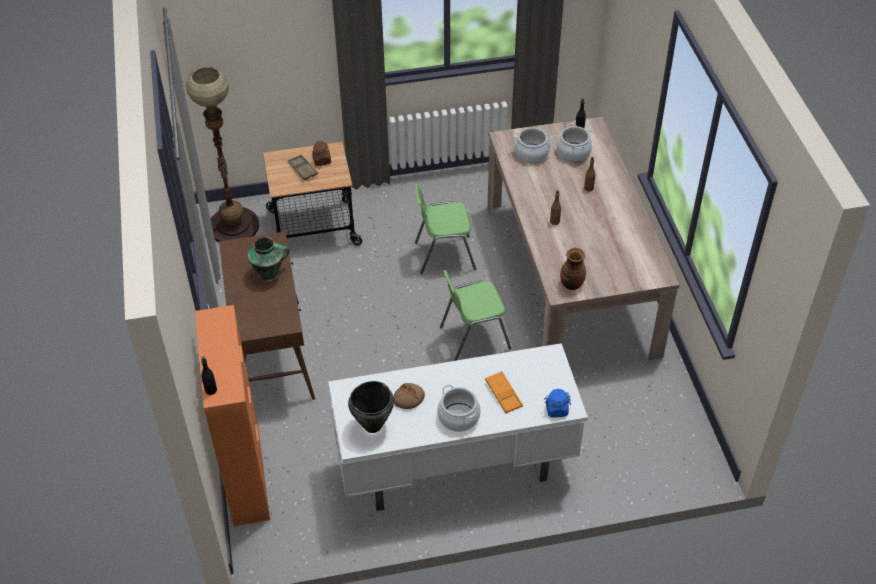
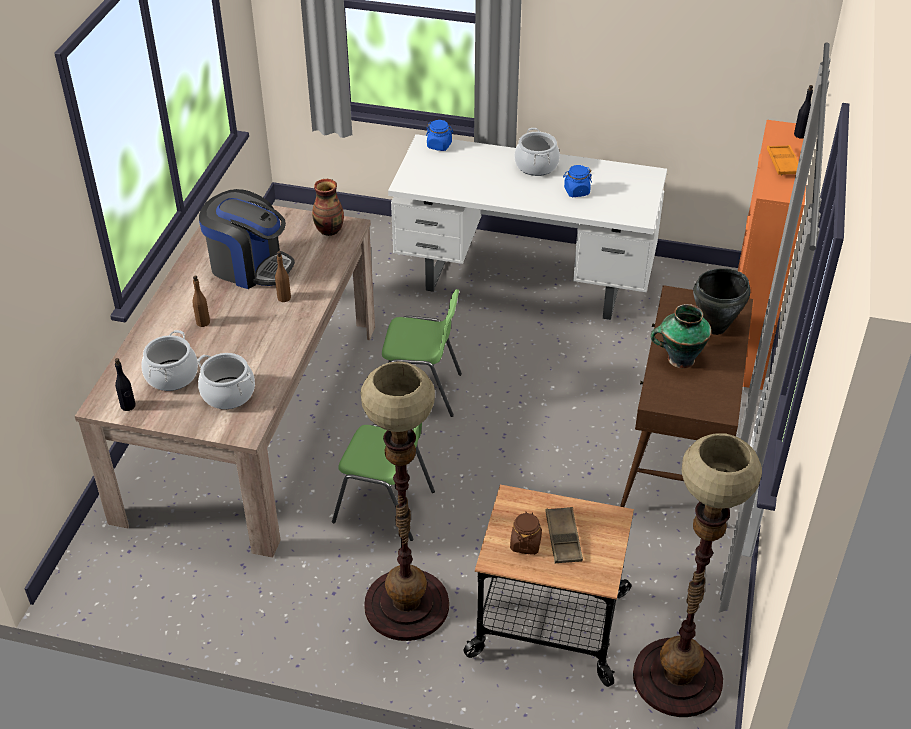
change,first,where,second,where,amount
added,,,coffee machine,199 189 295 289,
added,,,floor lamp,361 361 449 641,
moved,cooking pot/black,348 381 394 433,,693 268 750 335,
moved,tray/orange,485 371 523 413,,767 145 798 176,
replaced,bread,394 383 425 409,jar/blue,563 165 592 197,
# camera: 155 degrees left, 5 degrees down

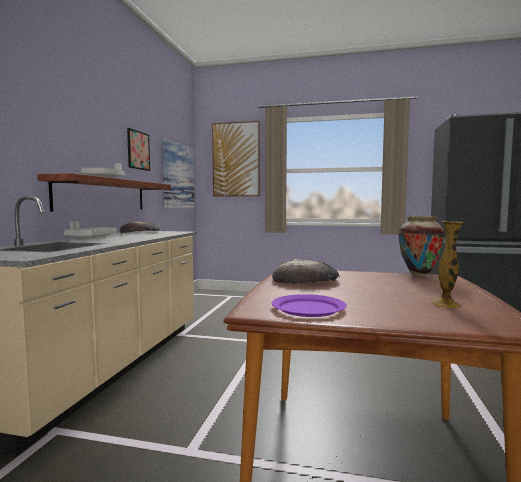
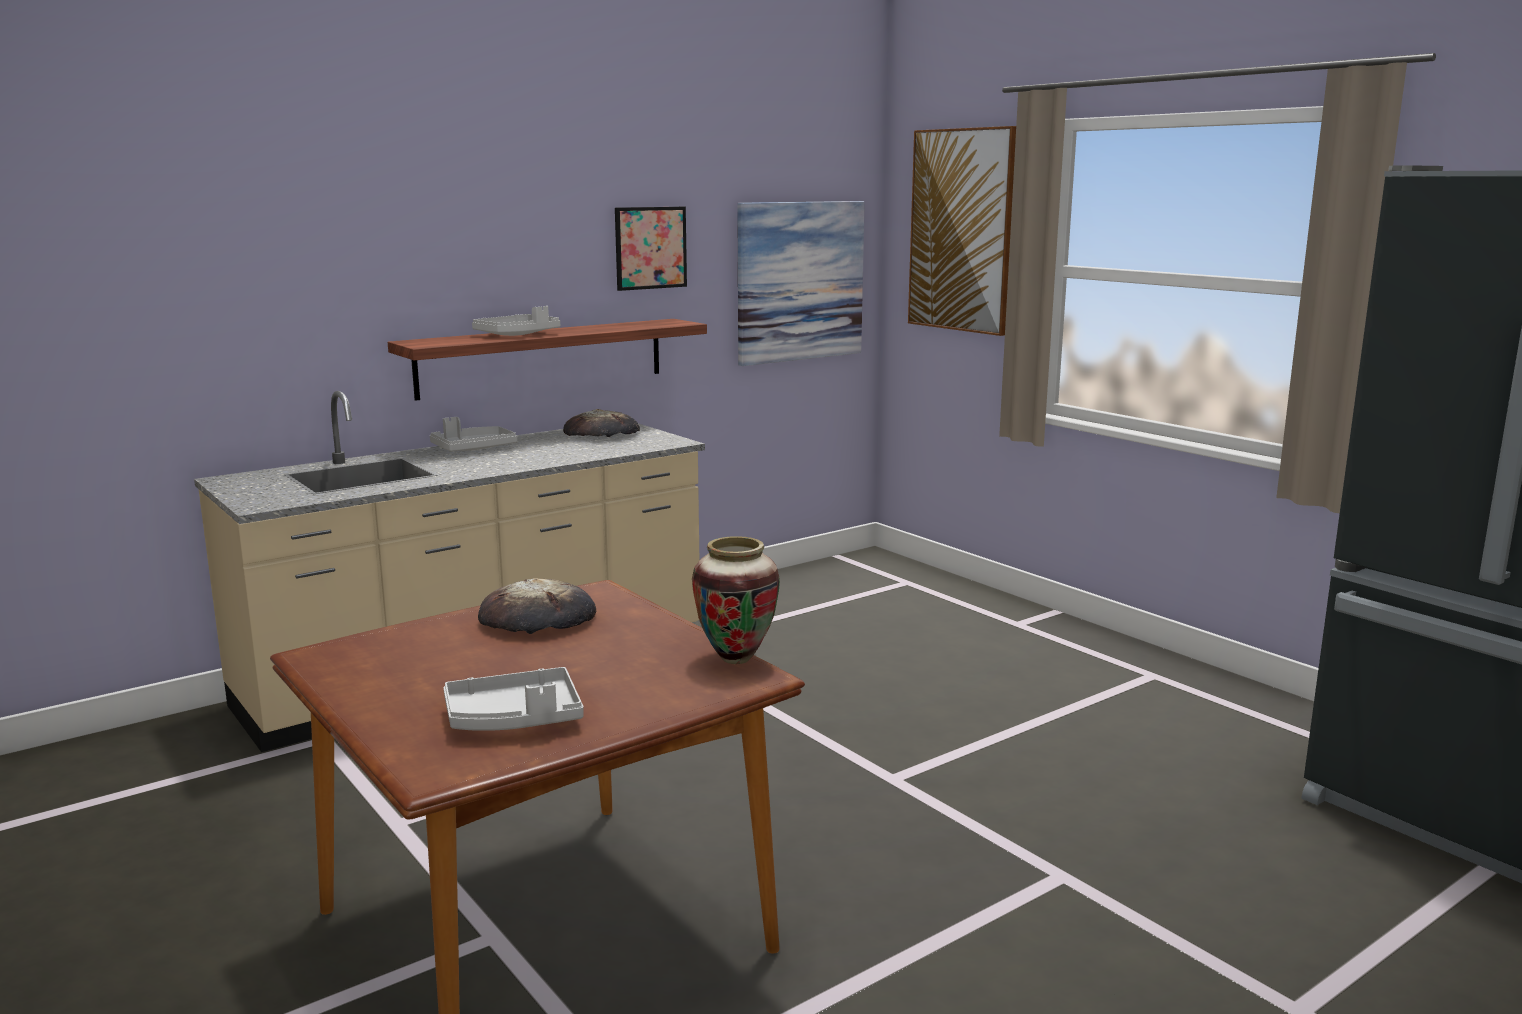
change,first,where,second,where,amount
removed,plate/purple,272 294 346 317,,,
replaced,vase,430 221 464 309,tray/grey,443 667 584 731,
# camera: 40 degrees right, 10 degrees up

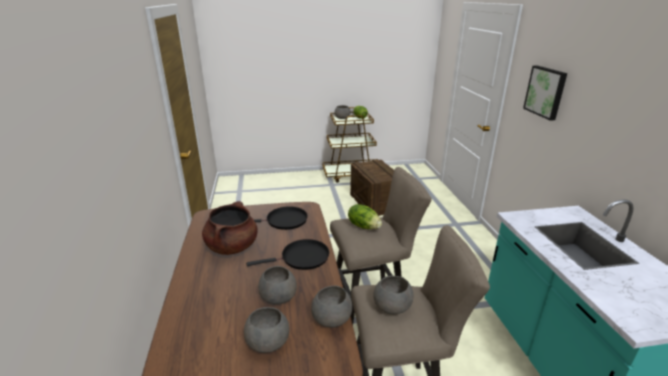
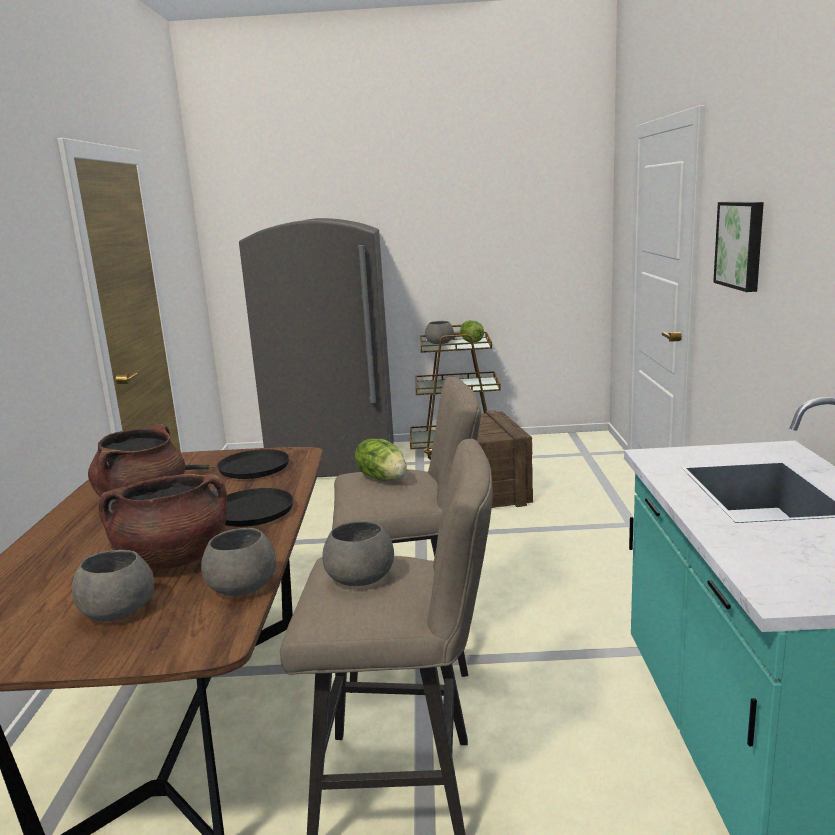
change,first,where,second,where,amount
added,,,fridge/grey,239 218 394 477,
replaced,bowl/grey,258 266 297 305,cooking pot/brown,99 474 227 569,
# camera: 10 degrees right, 10 degrees down

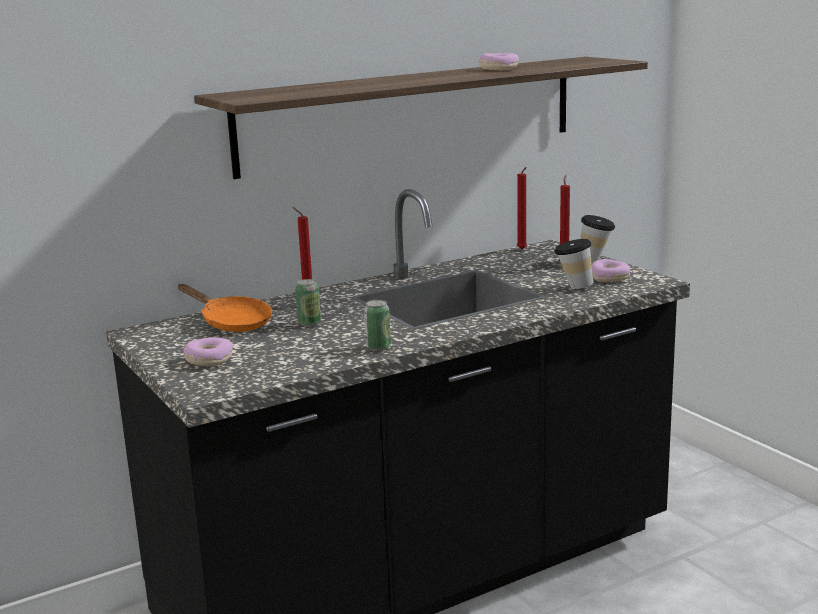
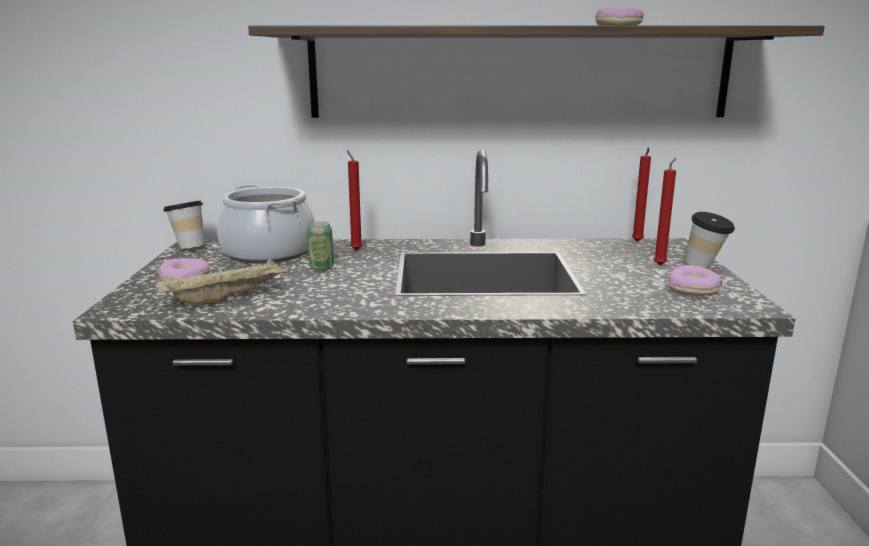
change,first,where,second,where,amount
removed,can,364 300 391 351,,,
added,,,tray/beige,154 259 290 304,
moved,cup,554 239 593 289,,163 200 205 249,
replaced,frying pan/orange,178 284 272 332,cooking pot,217 184 315 263,
# camera: 30 degrees right, 0 degrees up

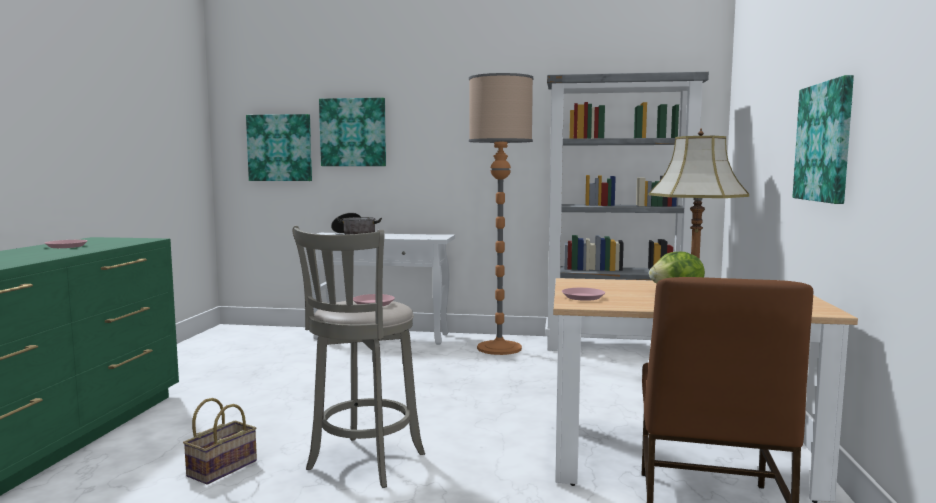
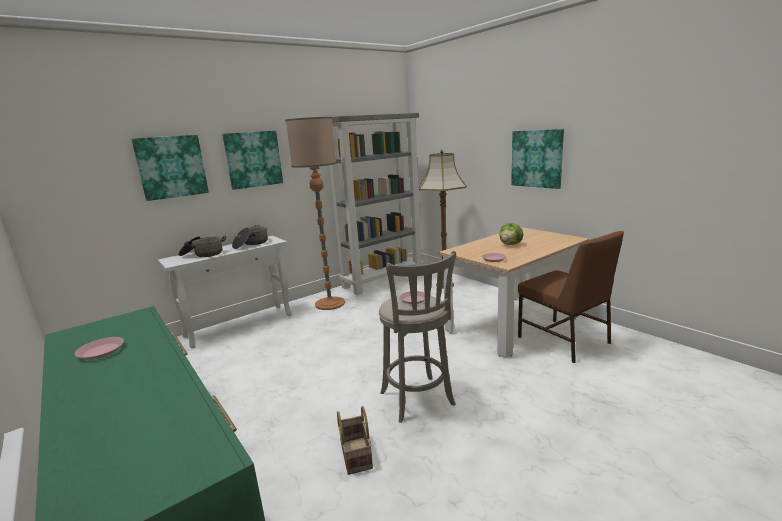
change,first,where,second,where,amount
added,,,cooking pot,232 225 268 249,
moved,picture,246 114 312 181,,222 131 283 190,
# camera: 45 degrees left, 10 degrees up

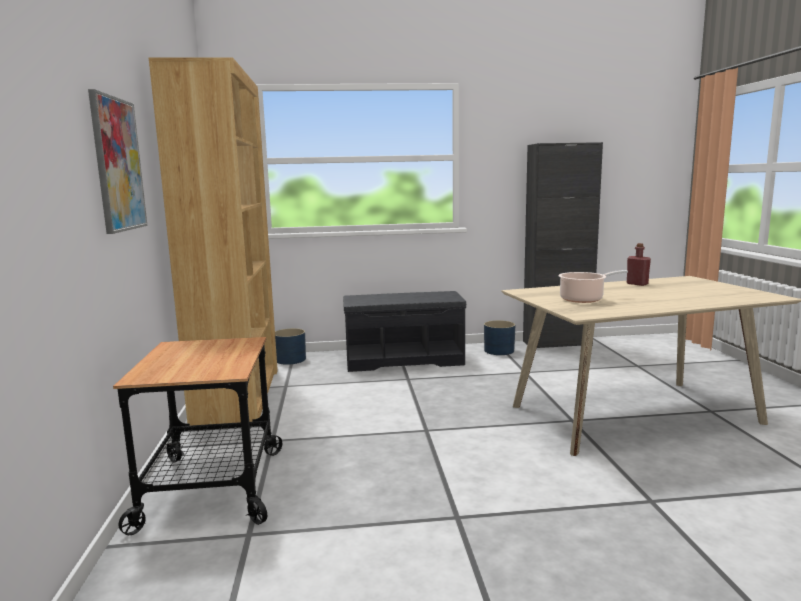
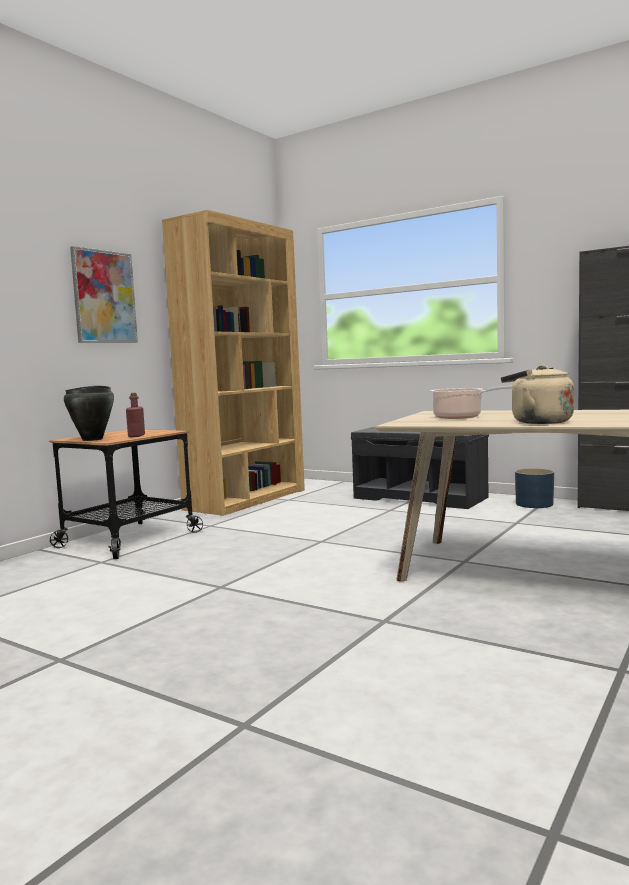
change,first,where,second,where,amount
removed,planter/blue,275 328 306 365,,,
added,,,cooking pot/black,64 386 114 441,
added,,,kettle/beige,501 365 574 424,
moved,bottle/red,627 243 651 286,,126 393 145 437,
# camera: 40 degrees right, 5 degrees down

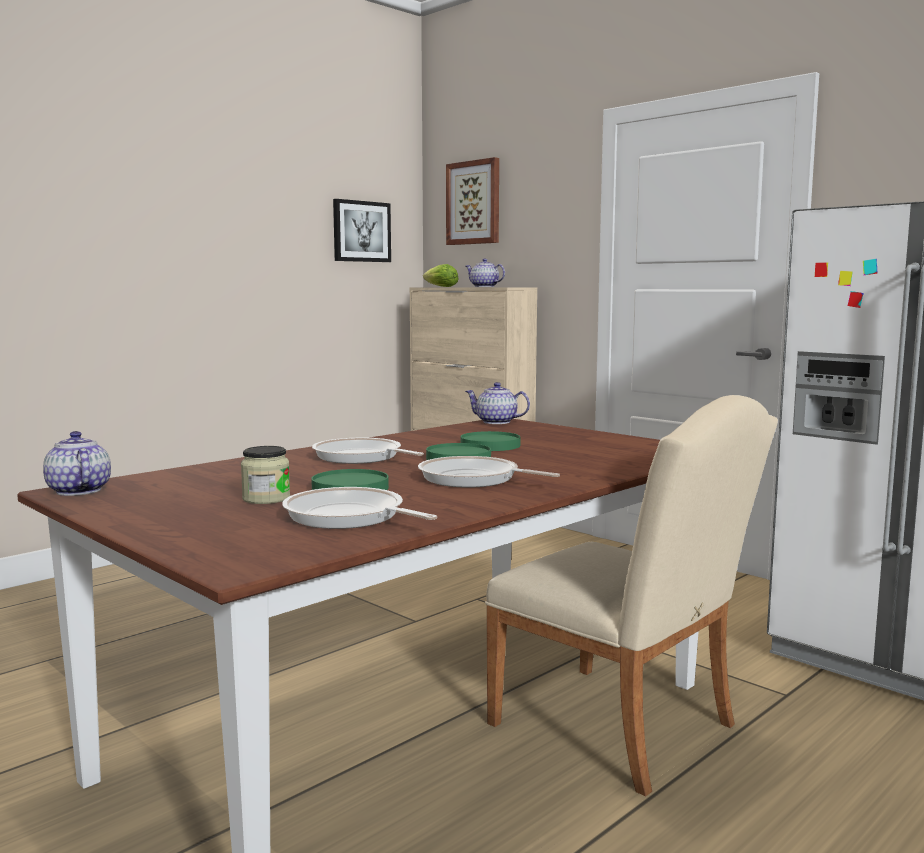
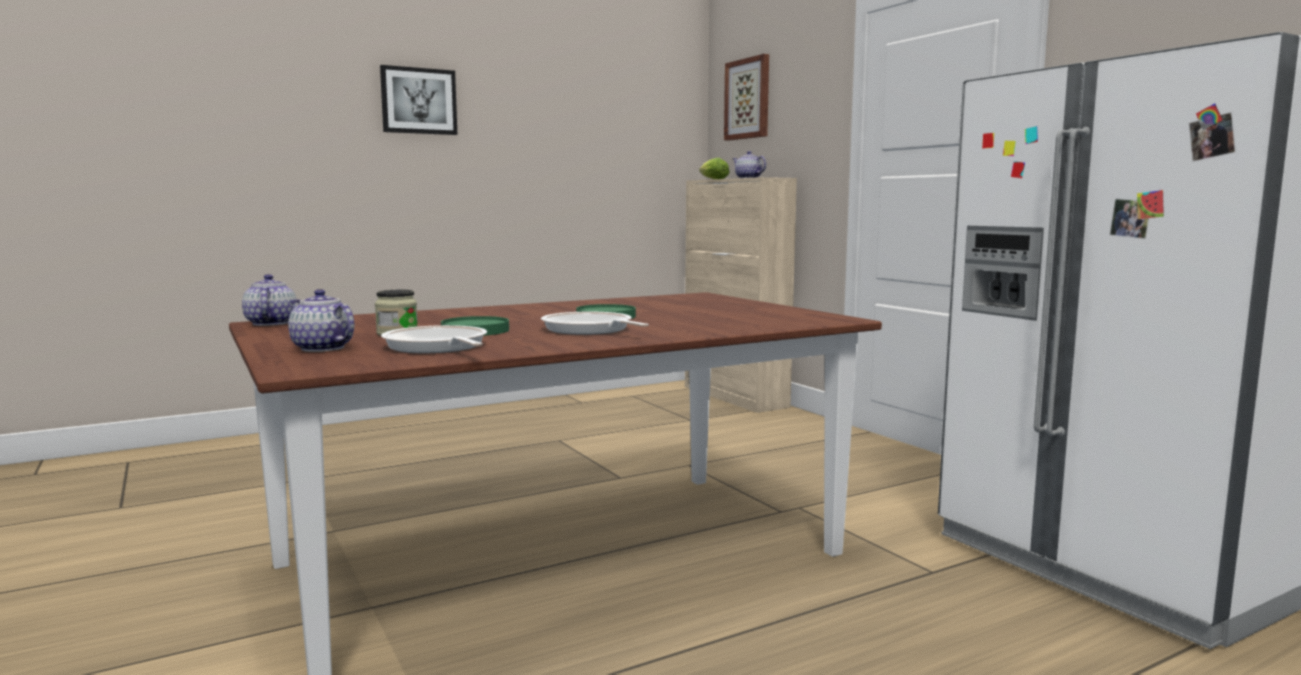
change,first,where,second,where,amount
removed,frying pan,312 438 424 464,,,
removed,plate/green,461 431 520 451,,,
removed,chair/beige,485 395 778 796,,,
moved,picture,333 199 391 262,,380 65 457 135,
moved,teapot,465 382 530 424,,288 289 355 352,
# camera: 15 degrees right, 0 degrees up

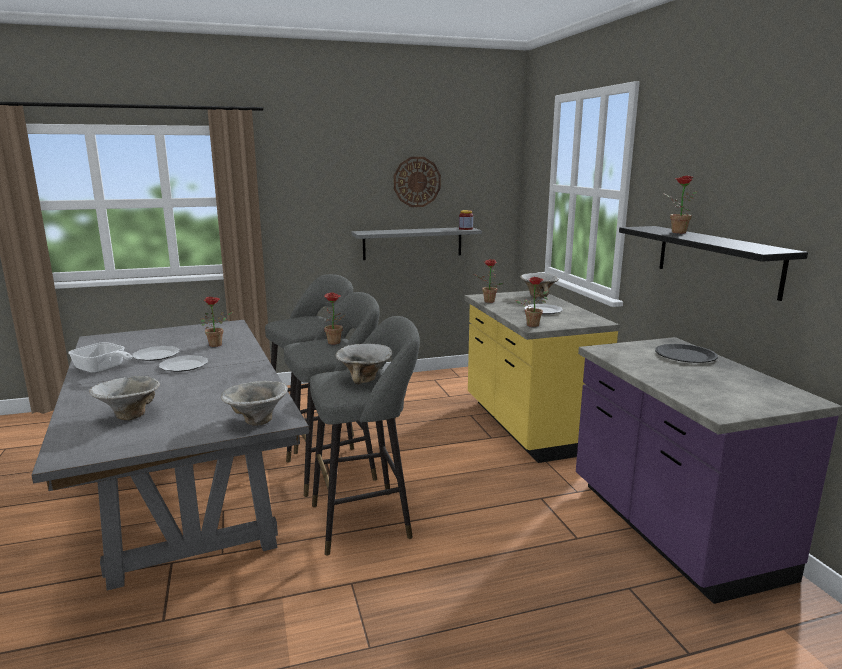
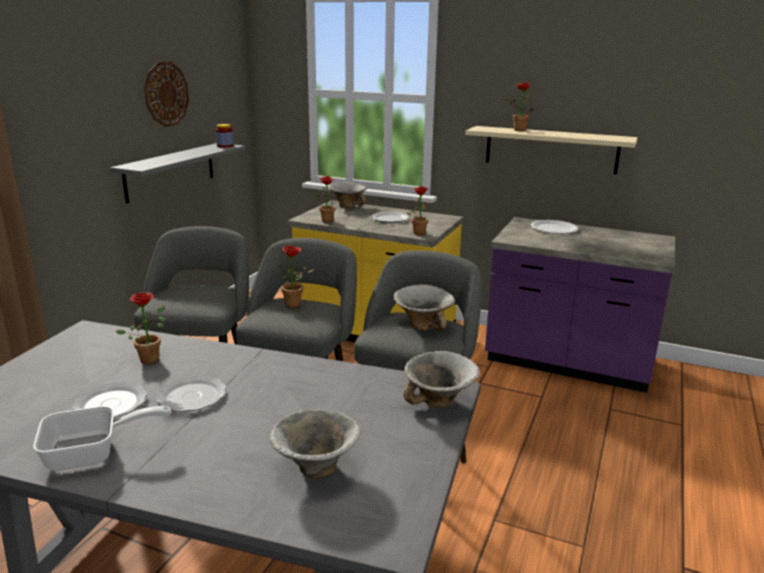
change,first,where,second,where,amount
recoloured,shelf/black,619 226 808 301,shelf/beige,465 126 638 174,
recoloured,plate/black,655 344 718 363,plate/white,531 220 578 233,
# camera: 50 degrees left, 5 degrees up

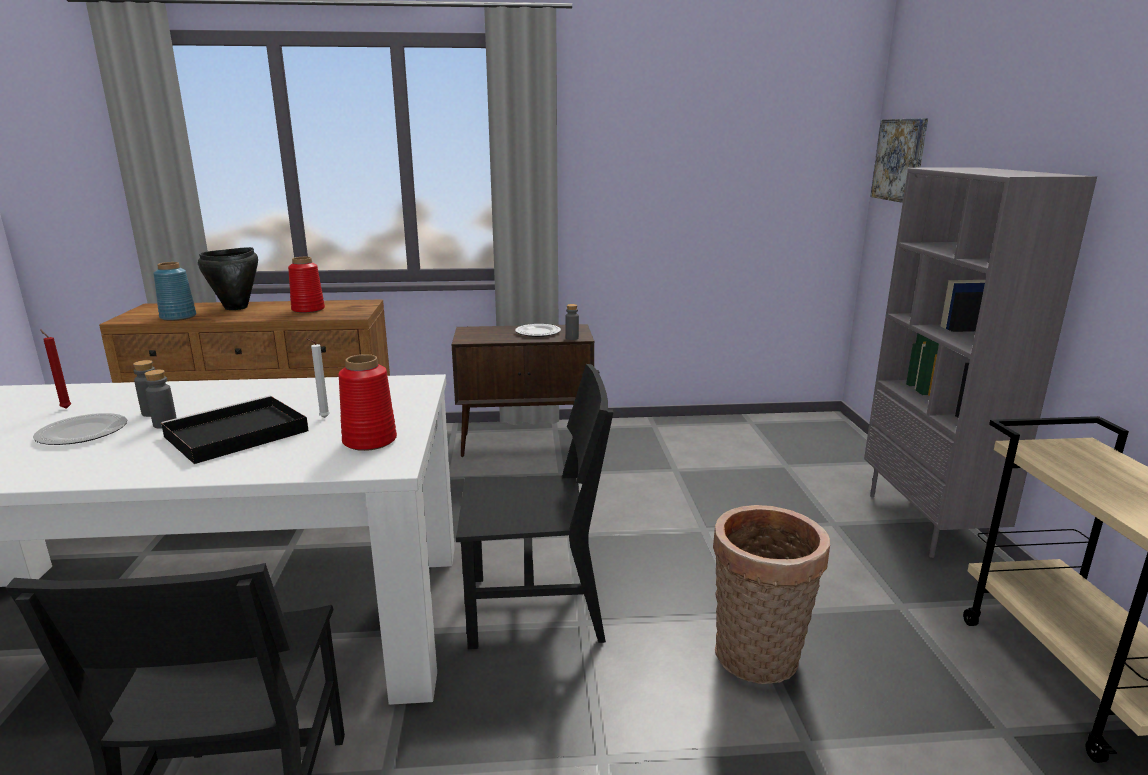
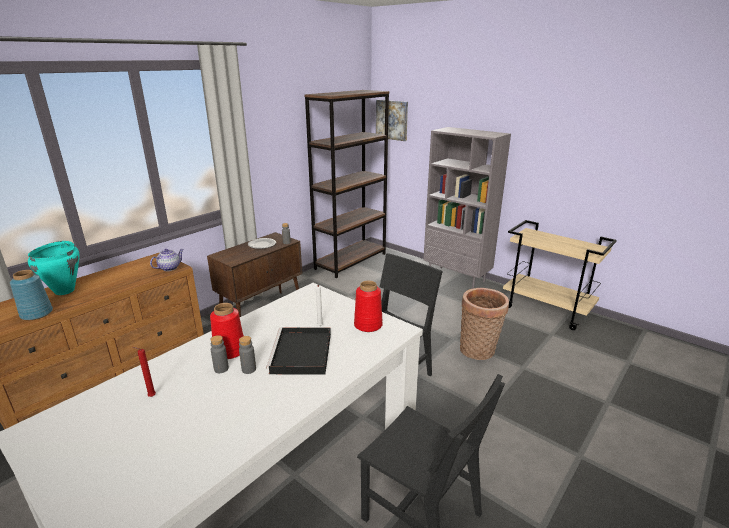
change,first,where,second,where,amount
removed,plate,33 413 127 445,,,
added,,,teapot,150 249 184 271,
added,,,bookcase/brown,304 90 389 278,
moved,vase/red,288 257 325 313,,210 303 244 359,
recoloured,cooking pot/black,198 247 258 310,cooking pot/turquoise,28 241 79 295,
# camera: 45 degrees left, 5 degrees up

